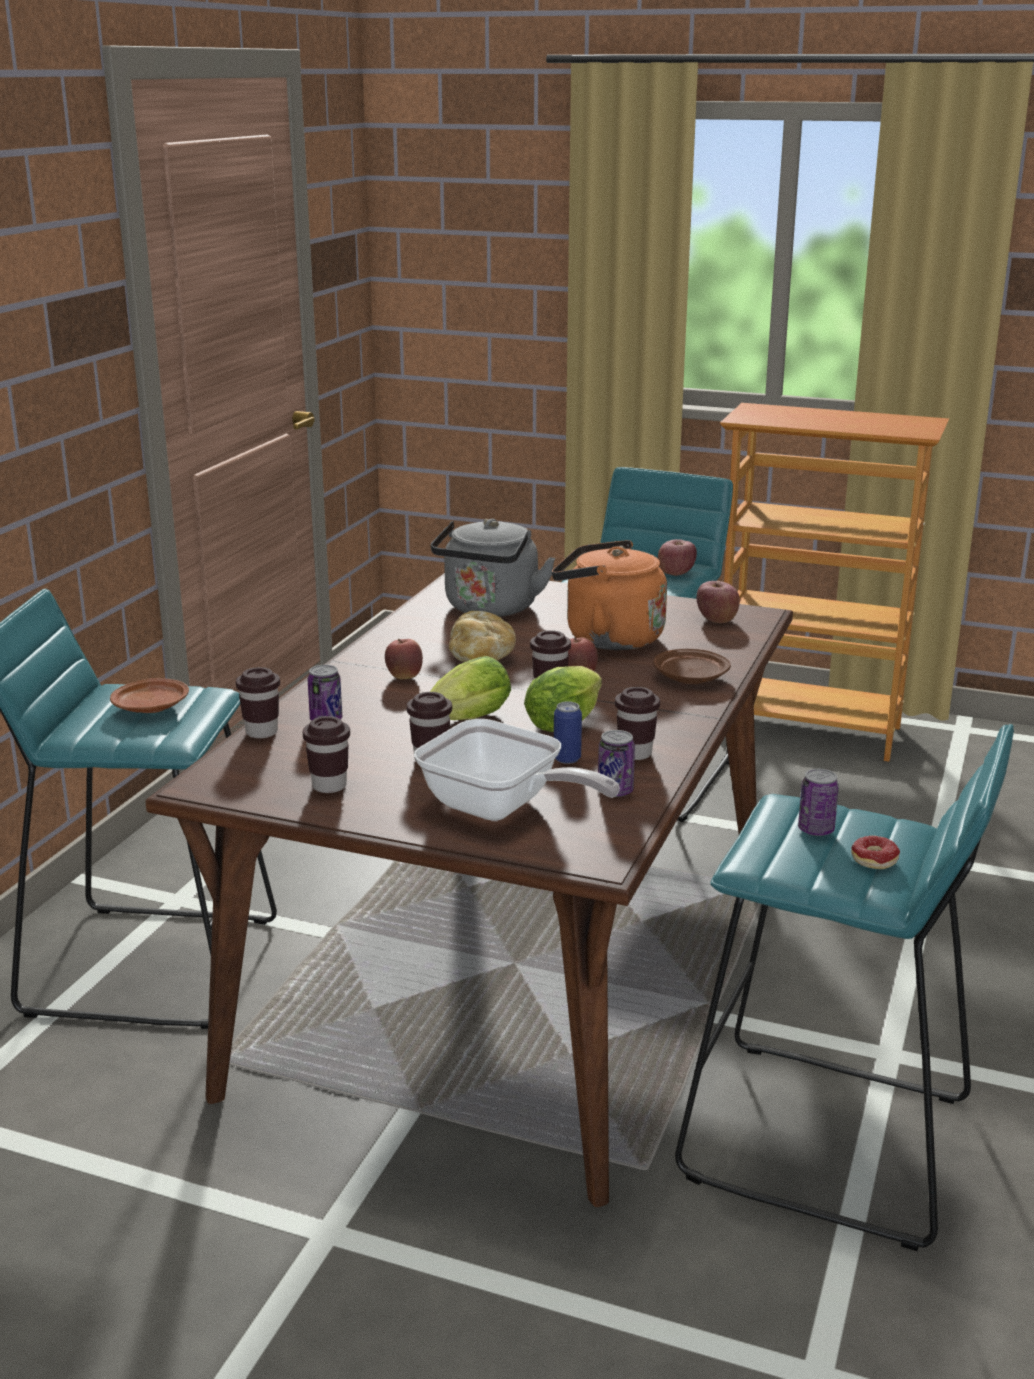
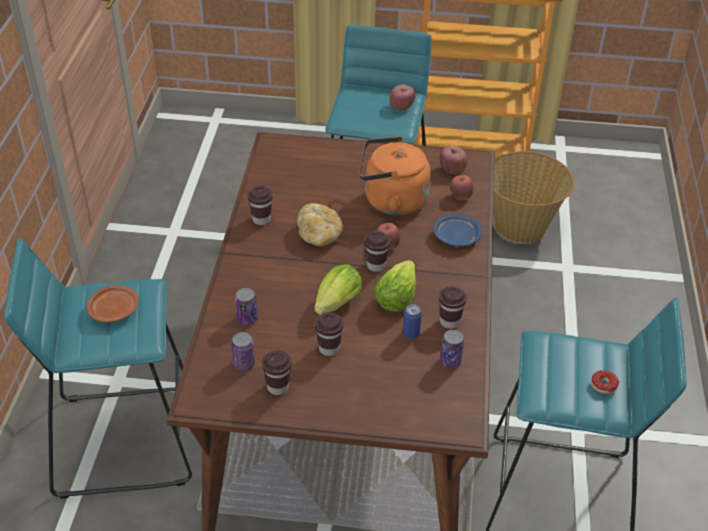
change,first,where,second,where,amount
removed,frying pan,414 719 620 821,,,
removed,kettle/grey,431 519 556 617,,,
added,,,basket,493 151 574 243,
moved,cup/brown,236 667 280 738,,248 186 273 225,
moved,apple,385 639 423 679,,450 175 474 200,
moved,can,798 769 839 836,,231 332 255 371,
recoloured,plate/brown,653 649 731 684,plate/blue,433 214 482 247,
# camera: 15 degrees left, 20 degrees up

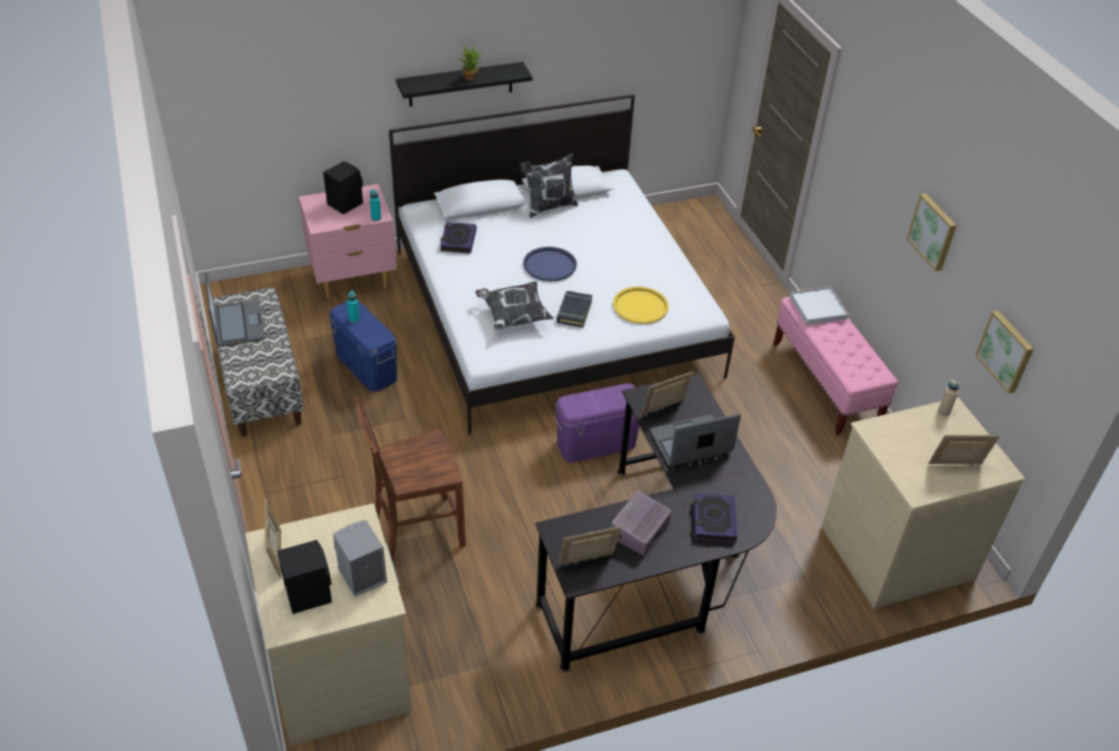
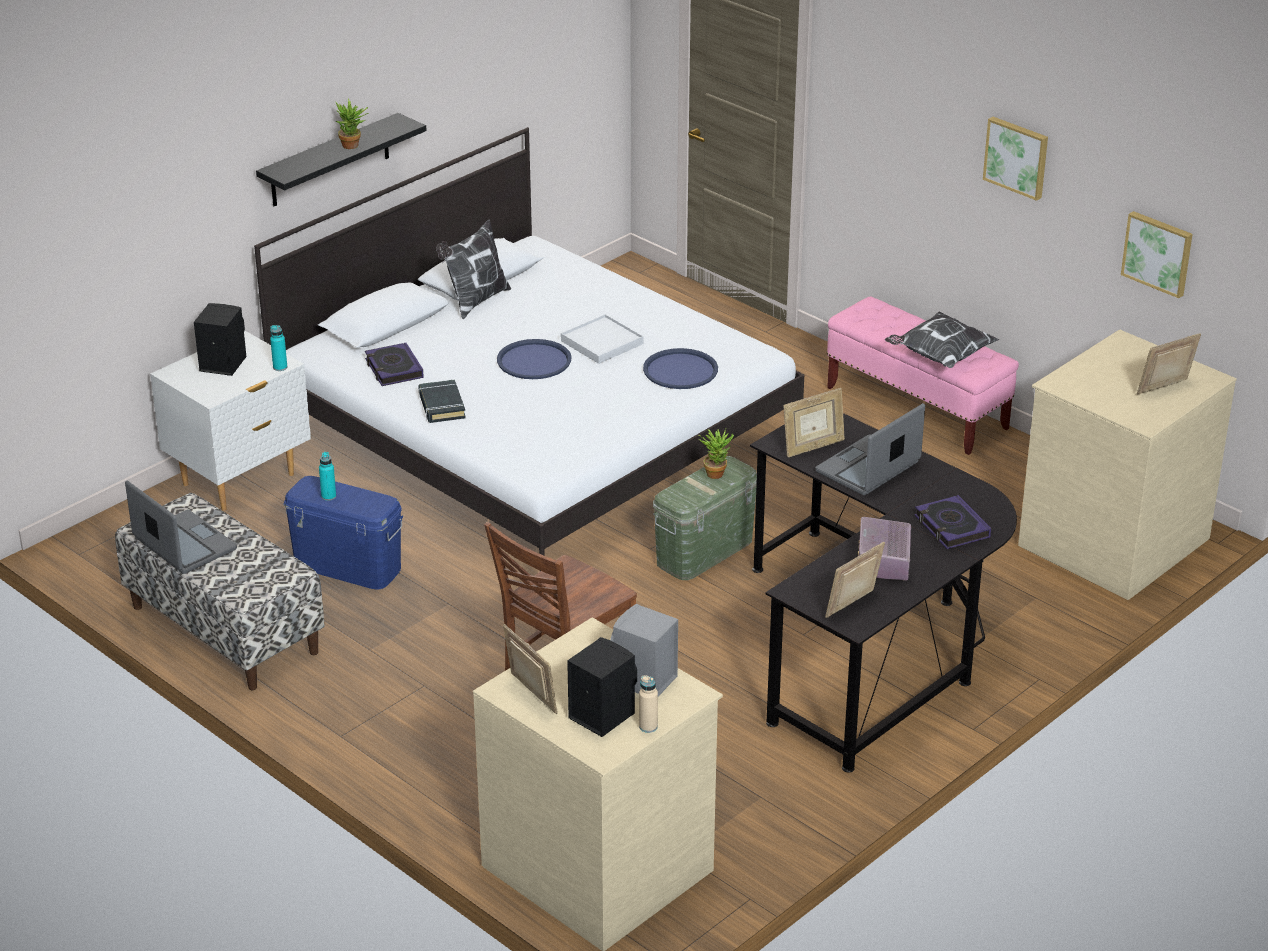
change,first,where,second,where,amount
added,,,potted plant,698 429 734 479,
moved,pillow,475 281 554 330,,885 311 999 368,
moved,book/black,557 291 593 328,,418 379 466 423,
moved,tray/white,790 287 848 325,,561 314 643 364,
moved,bottle/beige,938 379 959 416,,639 675 658 733,
recoloured,nightstand/pink,299 184 397 299,nightstand/white,150 331 311 511,
recoloured,storage box/purple,554 384 640 463,storage box/green,653 456 757 580,
recoloured,tray/yellow,613 287 669 324,tray/blue,643 348 718 389,
turned,picture frame,641 372 693 416,,783 388 845 457,150 degrees counterclockwise
# camera: 25 degrees left, 10 degrees down

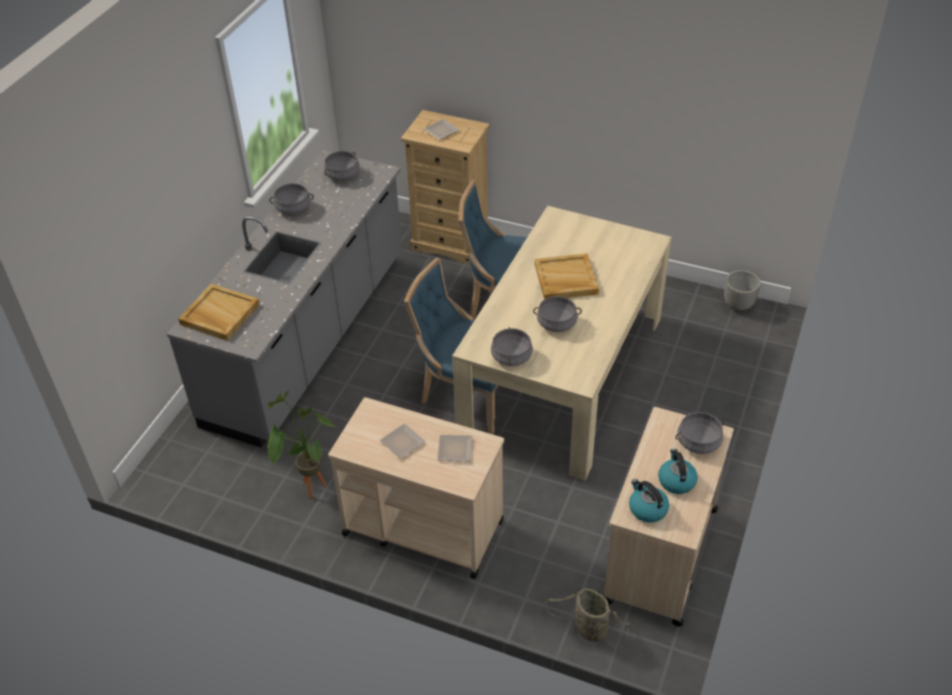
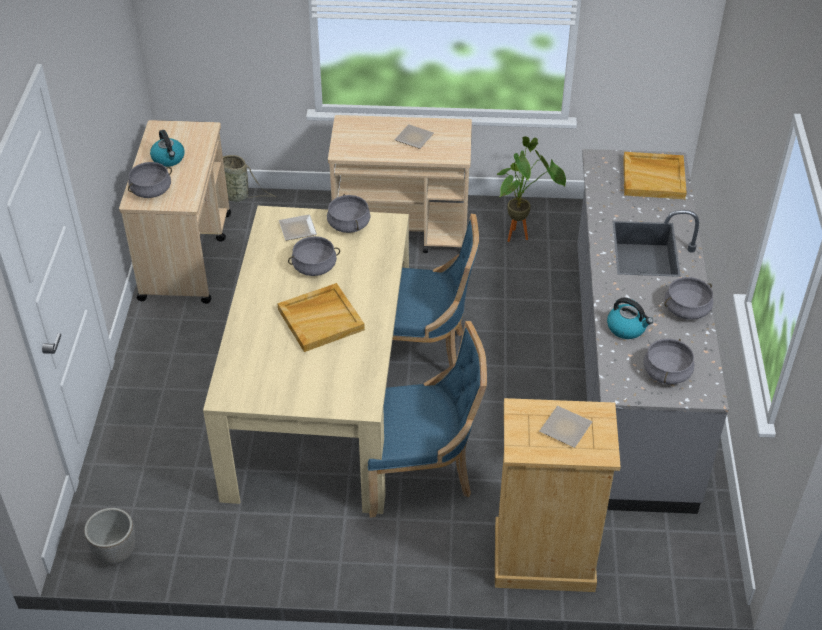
change,first,where,second,where,amount
moved,plate,437 435 473 461,,279 214 317 241,
moved,kettle,629 479 669 523,,607 298 653 339,
# camera: 160 degrees right, 0 degrees up

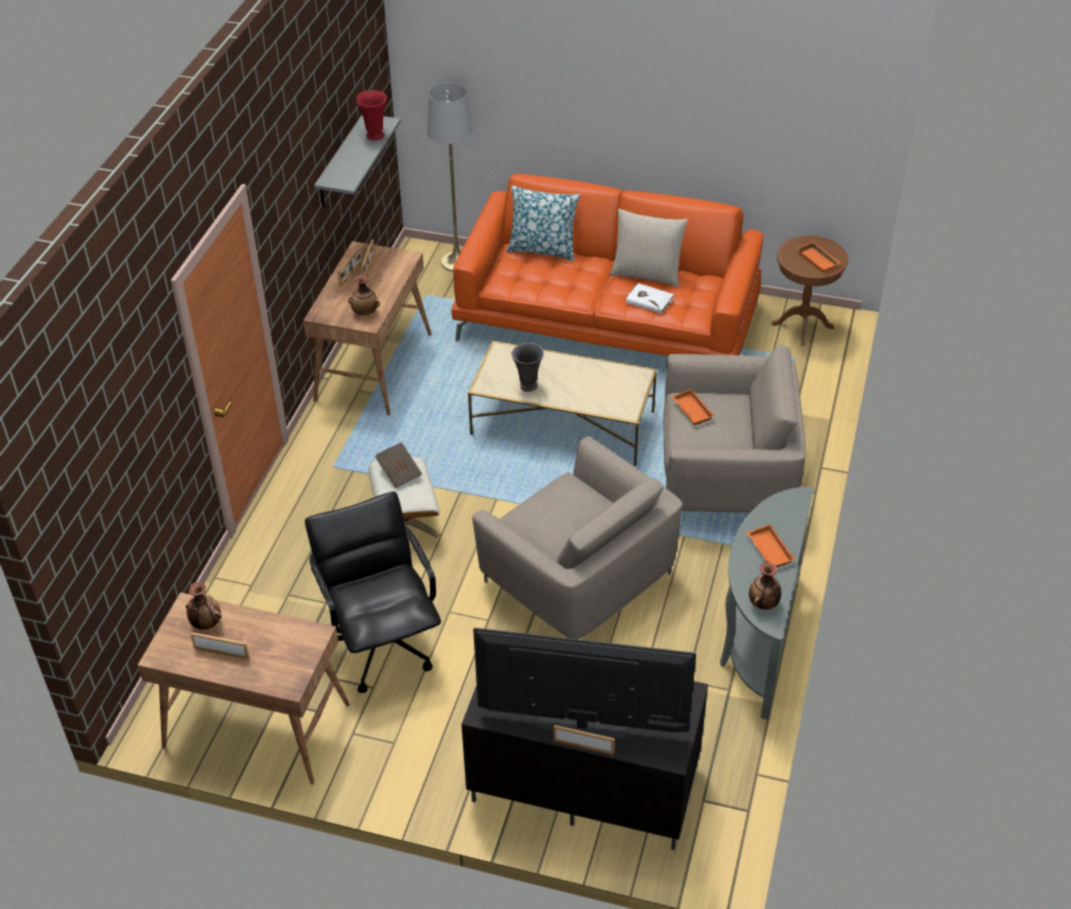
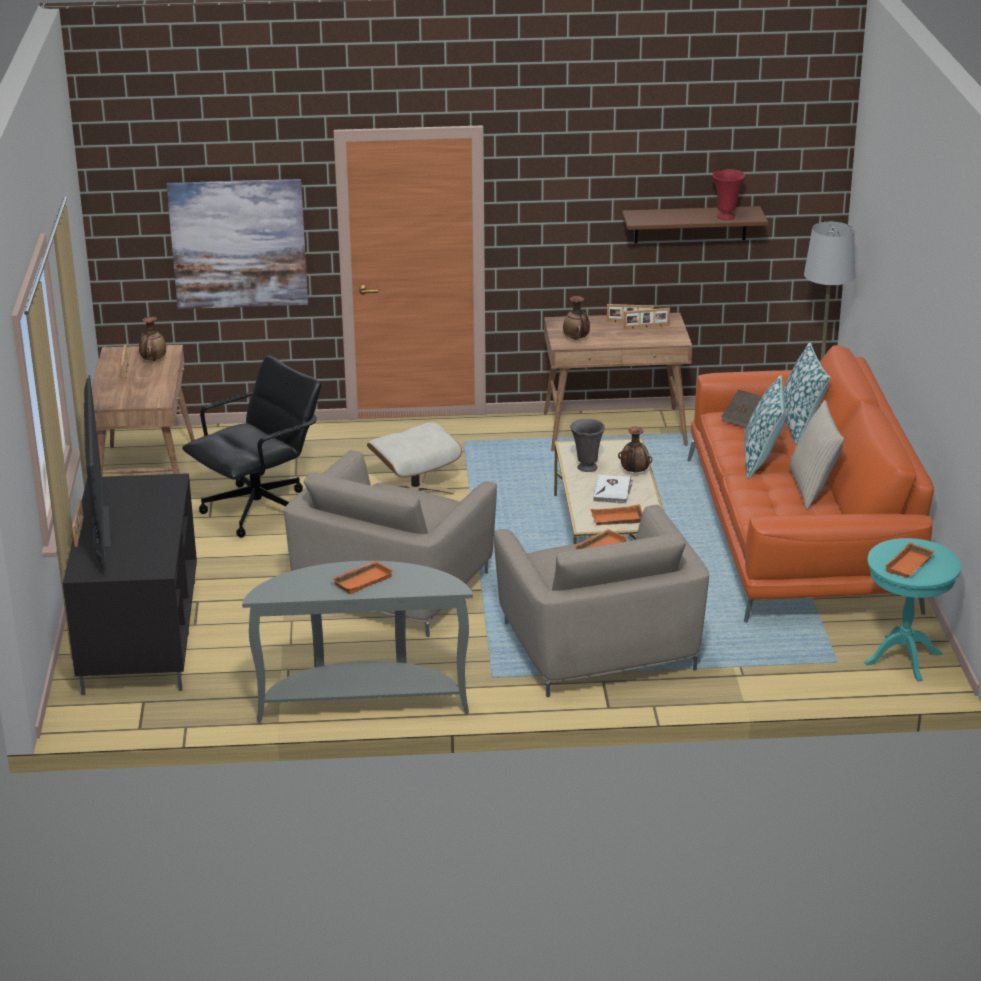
change,first,where,second,where,amount
added,,,picture,166 179 308 309,
added,,,tray/orange,590 505 643 525,
added,,,pillow,745 375 785 479,
moved,book/brown,375 442 422 488,,721 389 762 427,
moved,book/white,626 283 674 314,,593 475 633 504,
moved,vase,749 562 781 610,,618 427 653 473,
recoloured,shelf/grey,314 115 401 207,shelf/brown,622 206 768 243,
recoloured,side table/brown,772 236 848 346,side table/turquoise,865 538 961 681,
# camera: 70 degrees right, 15 degrees down

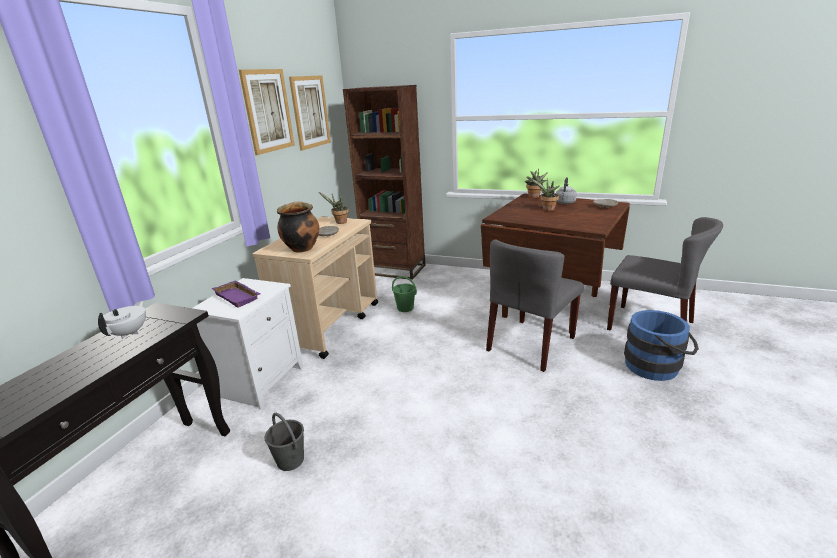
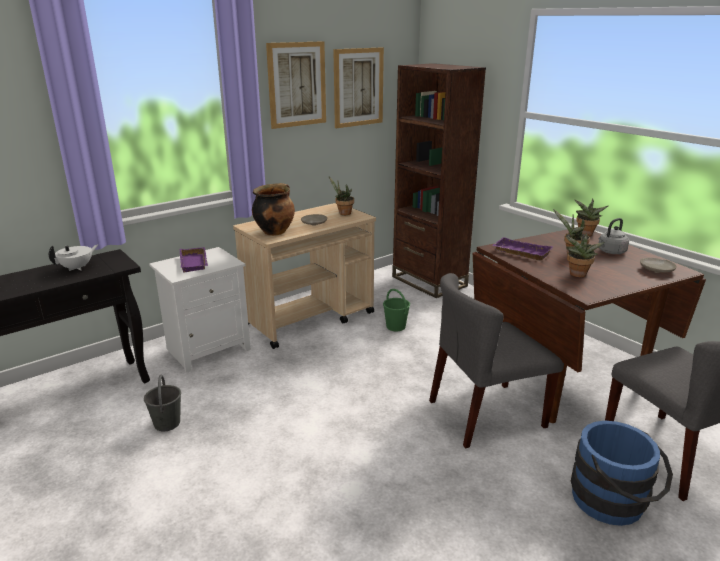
change,first,where,second,where,amount
added,,,tray/purple,492 237 553 261,
added,,,potted plant,565 233 605 277,
# camera: 30 degrees right, 0 degrees up

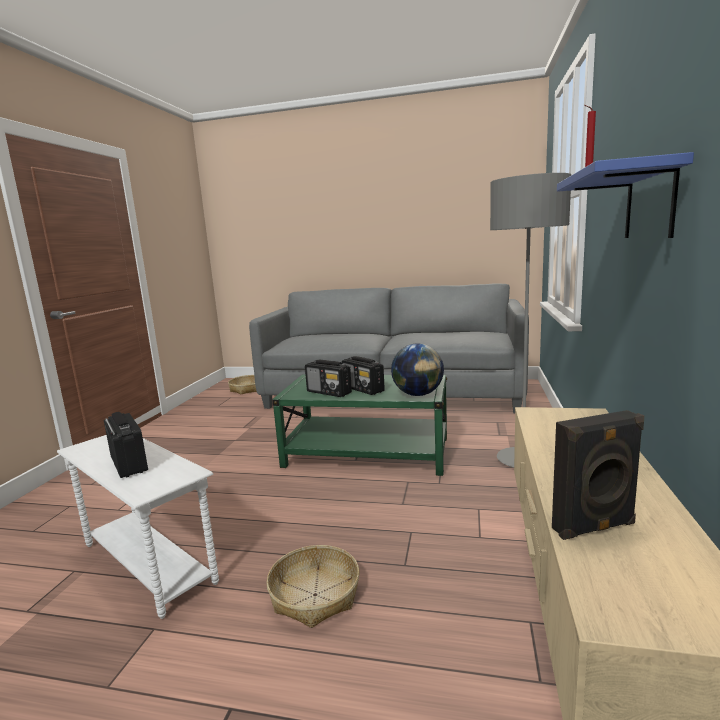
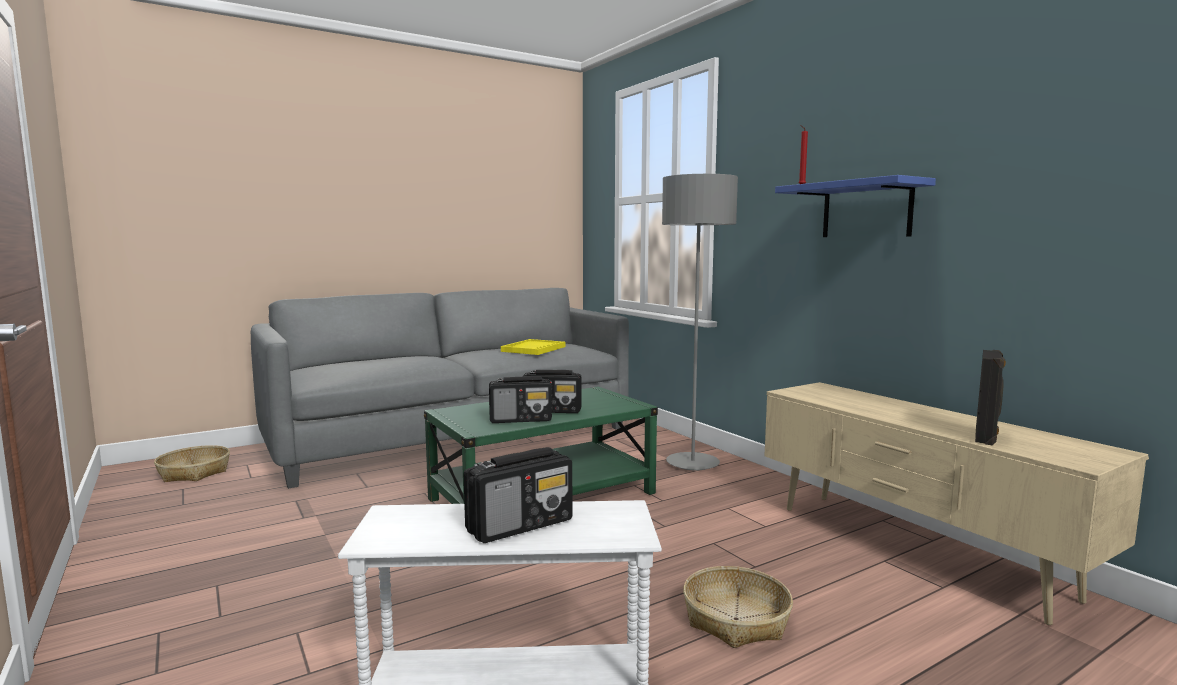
change,first,where,second,where,amount
removed,globe,391 343 444 396,,,
added,,,tray/yellow,501 339 565 355,
turned,radio,104 412 148 478,,464 447 572 543,135 degrees clockwise
# camera: 45 degrees left, 5 degrees down

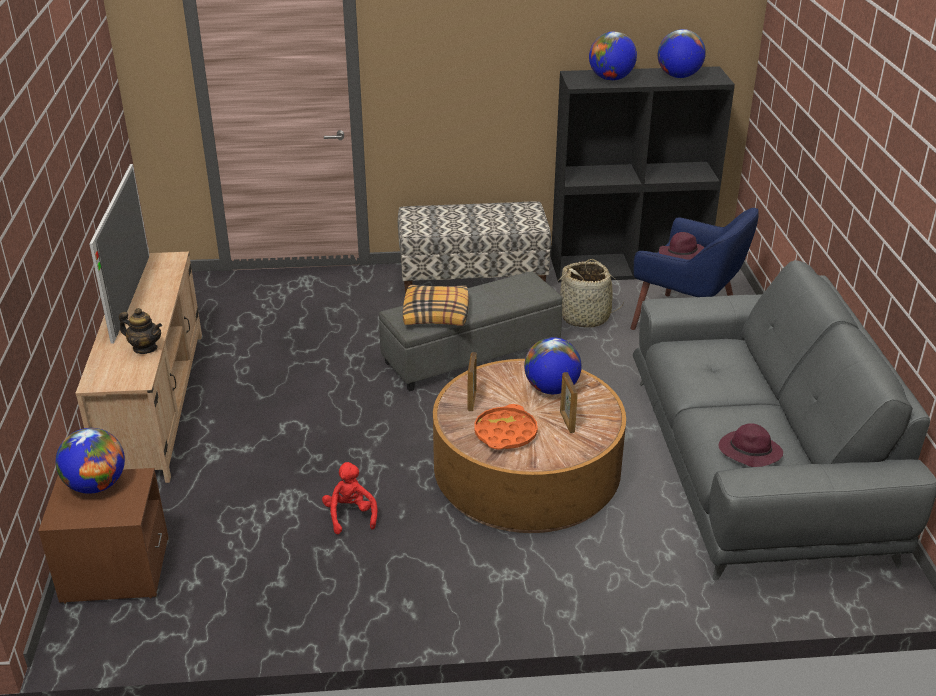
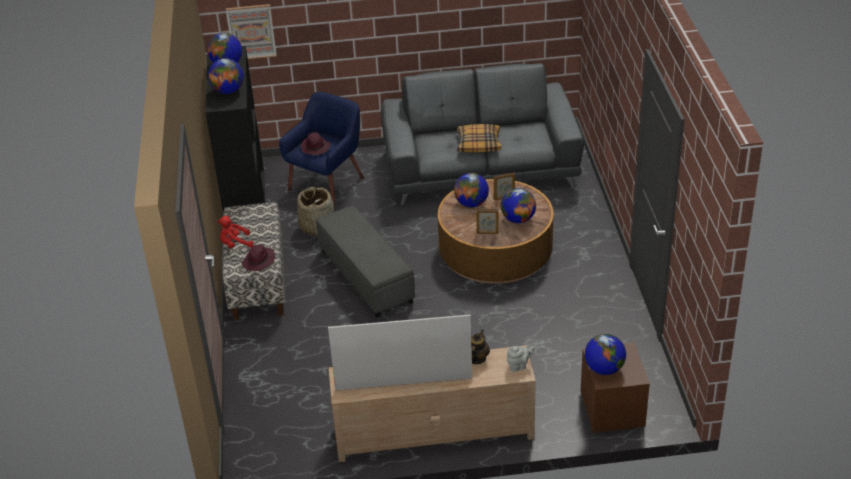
change,first,where,second,where,amount
added,,,picture,226 4 277 59,
added,,,teapot/grey,507 346 534 372,
moved,plush toy/red,322 462 378 534,,217 216 254 248,
moved,pillow,403 285 469 326,,457 124 501 153,
moved,hat/purple,719 423 783 467,,242 244 275 271,
replaced,tray/orange,474 404 538 449,globe,501 188 536 223,
# camera: 90 degrees left, 5 degrees up

